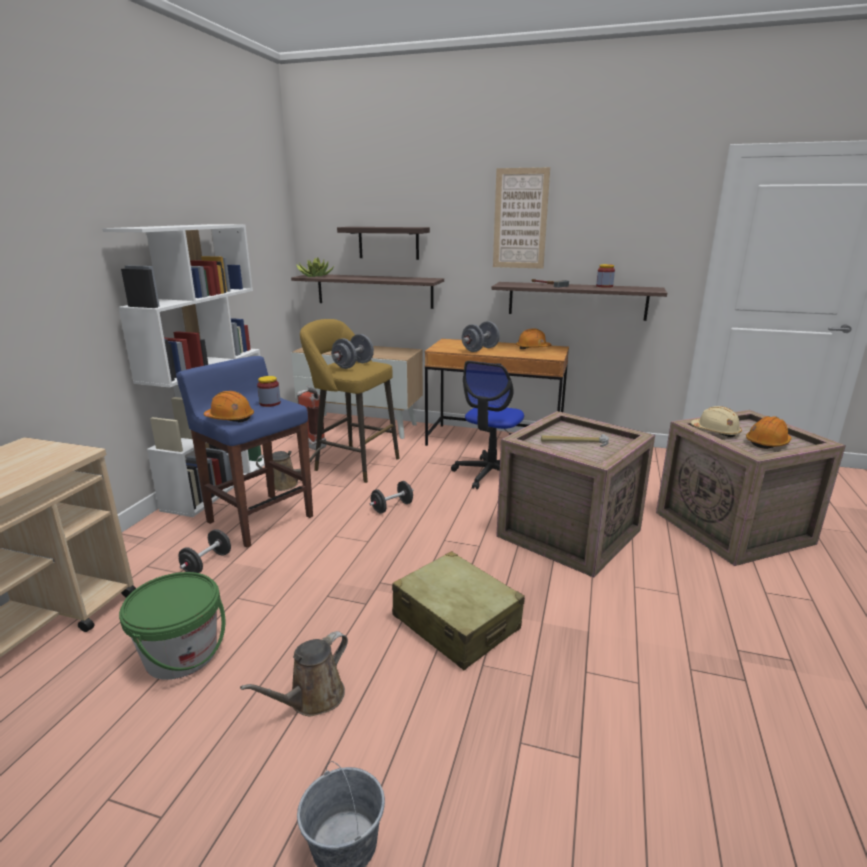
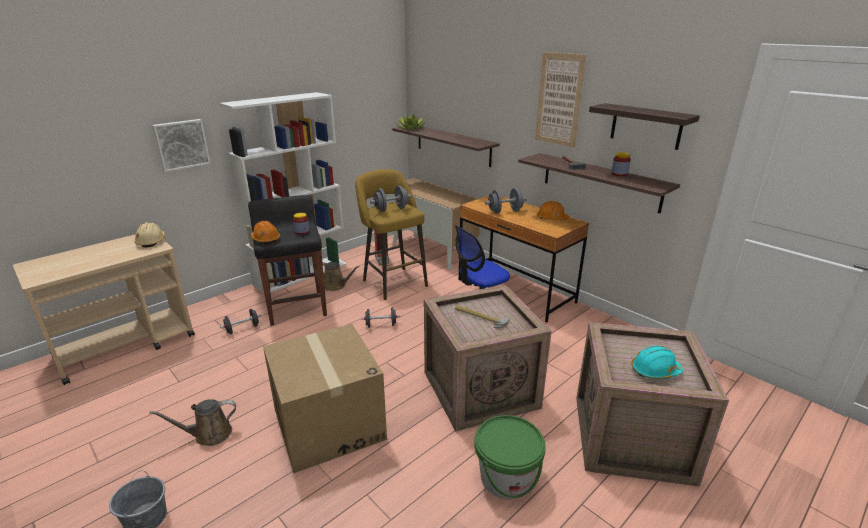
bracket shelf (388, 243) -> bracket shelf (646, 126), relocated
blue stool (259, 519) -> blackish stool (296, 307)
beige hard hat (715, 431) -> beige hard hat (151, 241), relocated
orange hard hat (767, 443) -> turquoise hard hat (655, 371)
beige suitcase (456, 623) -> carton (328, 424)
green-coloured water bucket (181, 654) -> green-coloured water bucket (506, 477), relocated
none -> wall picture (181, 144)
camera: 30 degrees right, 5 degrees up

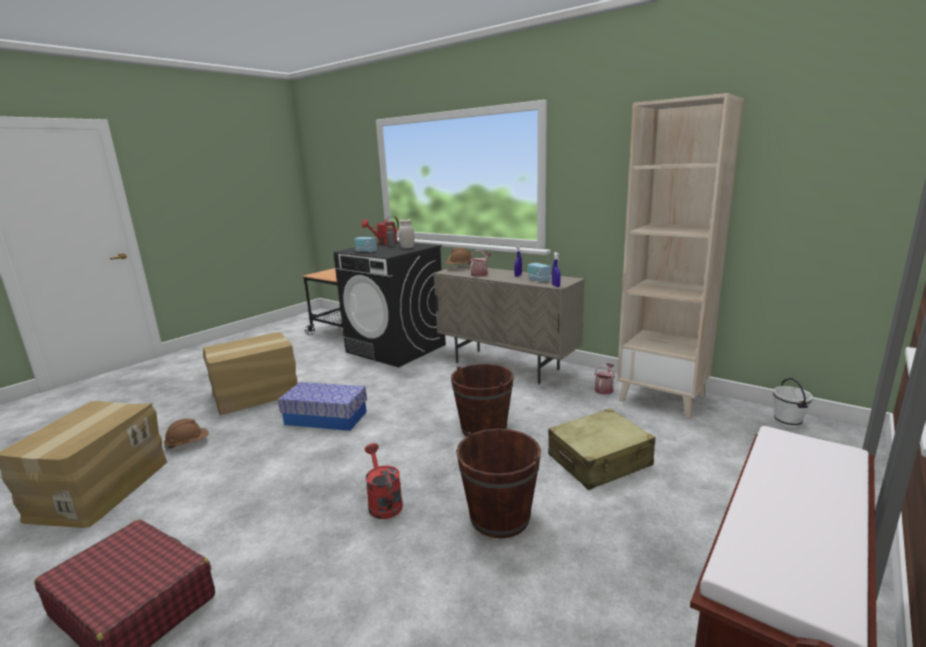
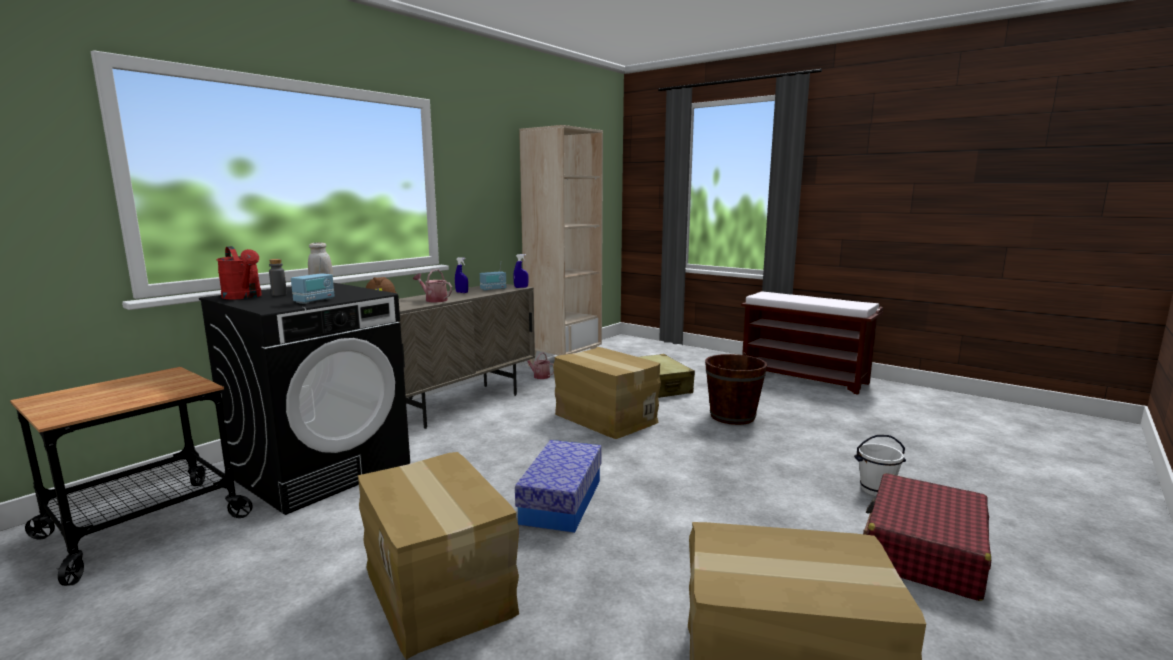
brown-coloured water bucket (483, 429) -> carton (605, 418)
white-coloured water bucket (788, 423) -> white-coloured water bucket (875, 490), relocated
brown-coloured hard hat (188, 444) -> none
reddish watering pot (383, 502) -> none
camera: 90 degrees left, 5 degrees down

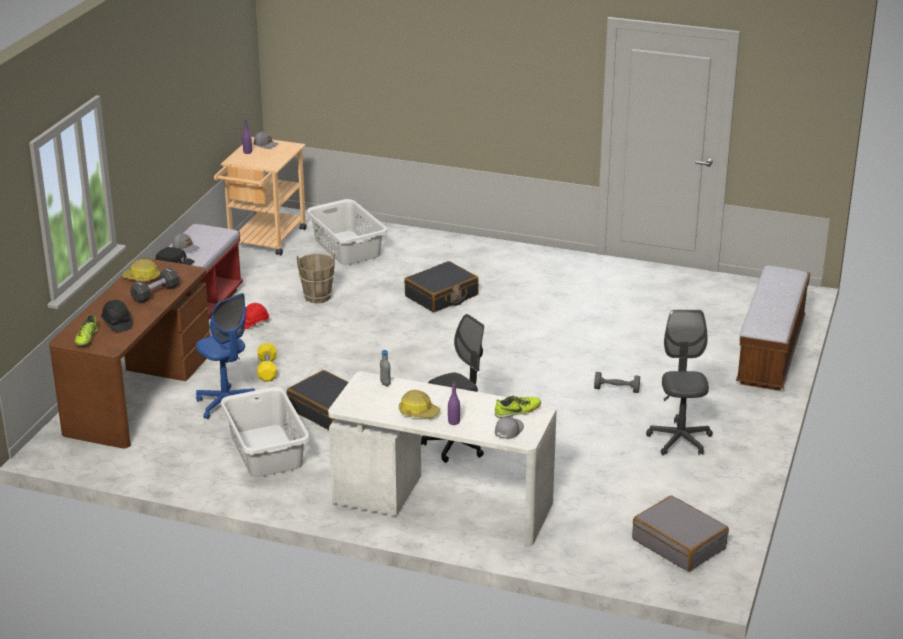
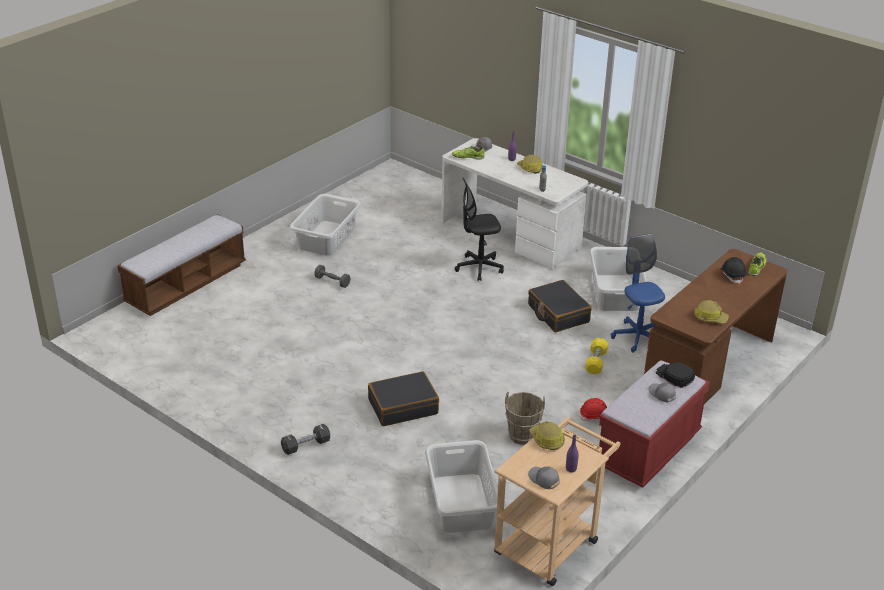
blackish dumbbell (155, 293) -> blackish dumbbell (306, 446), relocated
grey office chair (679, 440) -> grey laundry basket (326, 238)
grey suitcase (679, 544) -> none
none -> hard hat (546, 440)
camera: 160 degrees left, 5 degrees up

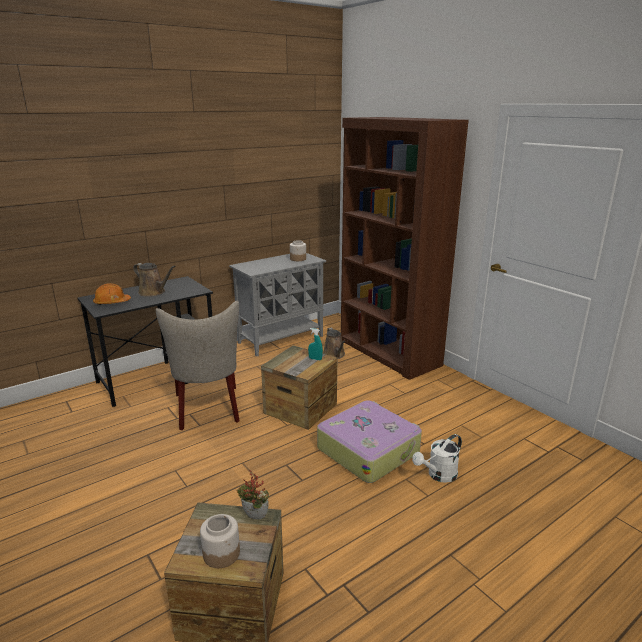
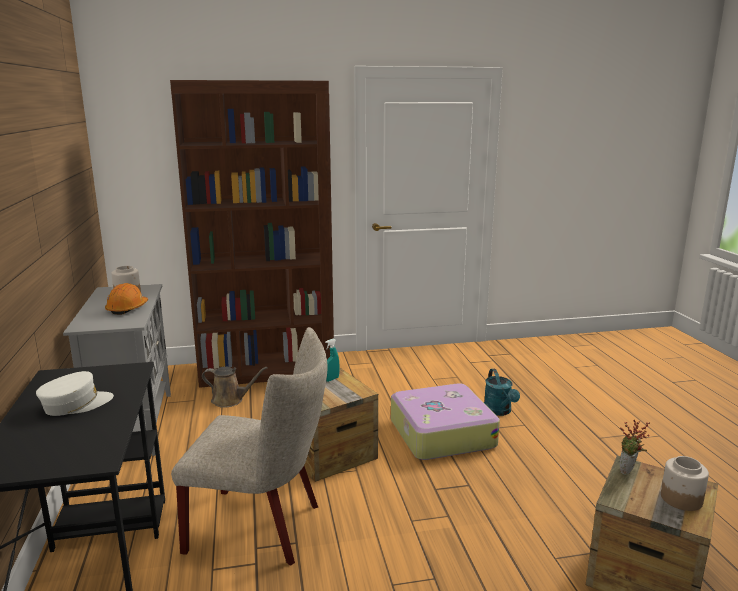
brown-coloured watering pot (154, 292) -> white-coloured baseball cap (76, 404)
orange hard hat (112, 302) -> orange hard hat (127, 308), relocated
white-coloured watering pot (438, 475) -> turquoise watering pot (499, 411)
camera: 65 degrees left, 5 degrees down

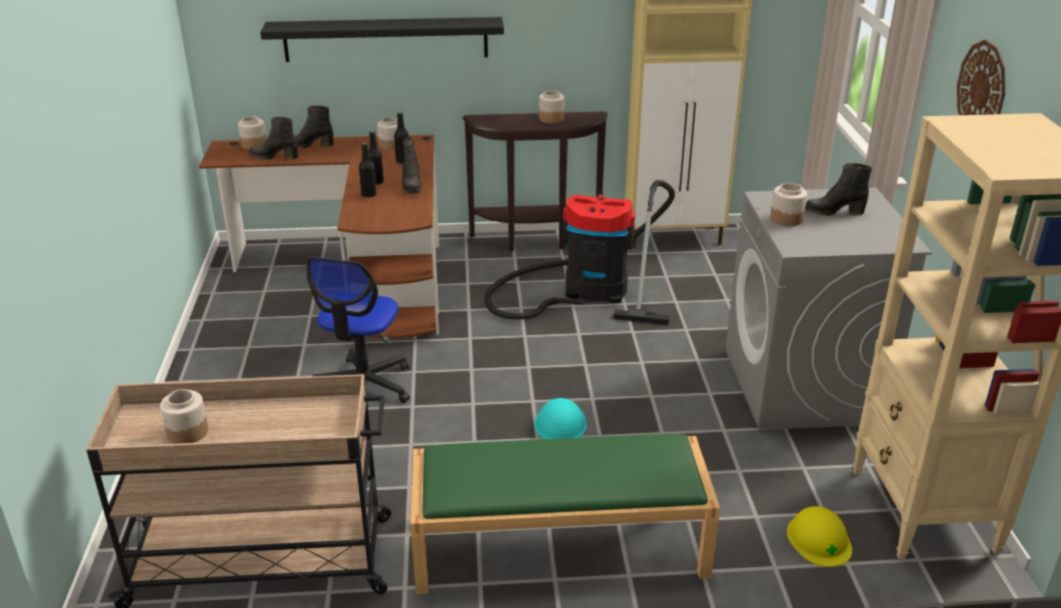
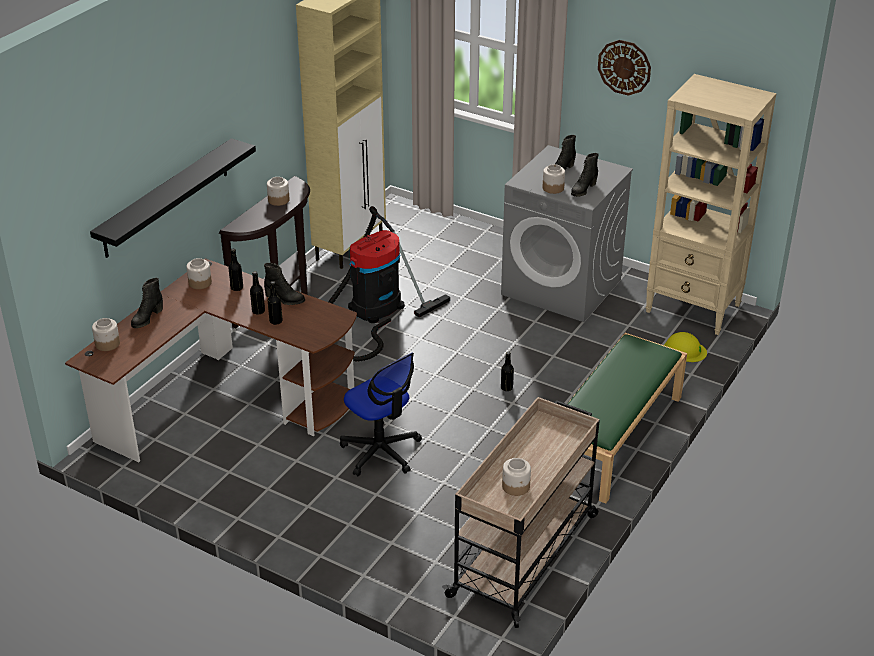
blackish boot (274, 157) -> blackish boot (583, 190), relocated
turquoise hard hat (560, 423) -> blackish bottle (506, 388)
camera: 55 degrees left, 5 degrees up

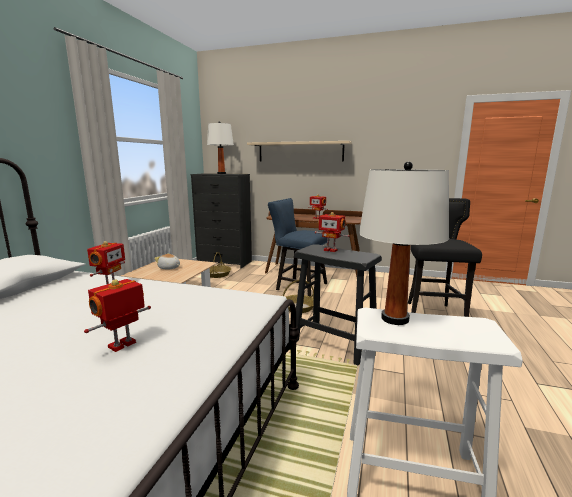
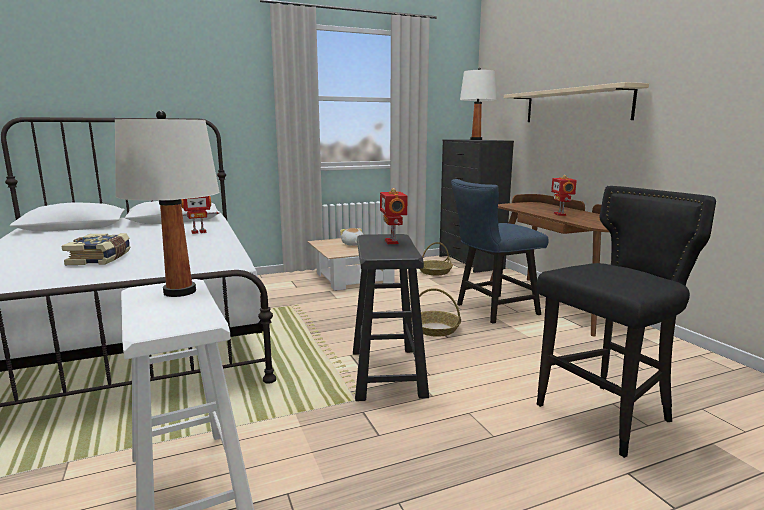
blue plain chair (298, 286) -> blue plain chair (492, 310), 105 degrees counterclockwise
robot figure (123, 345) -> book (101, 259)
camera: 50 degrees right, 0 degrees up

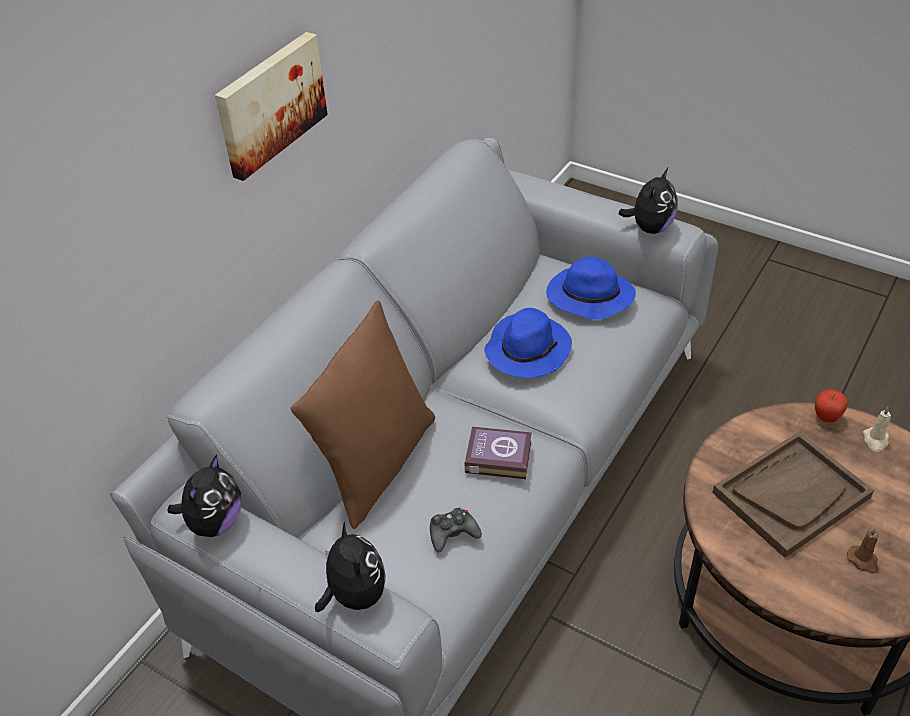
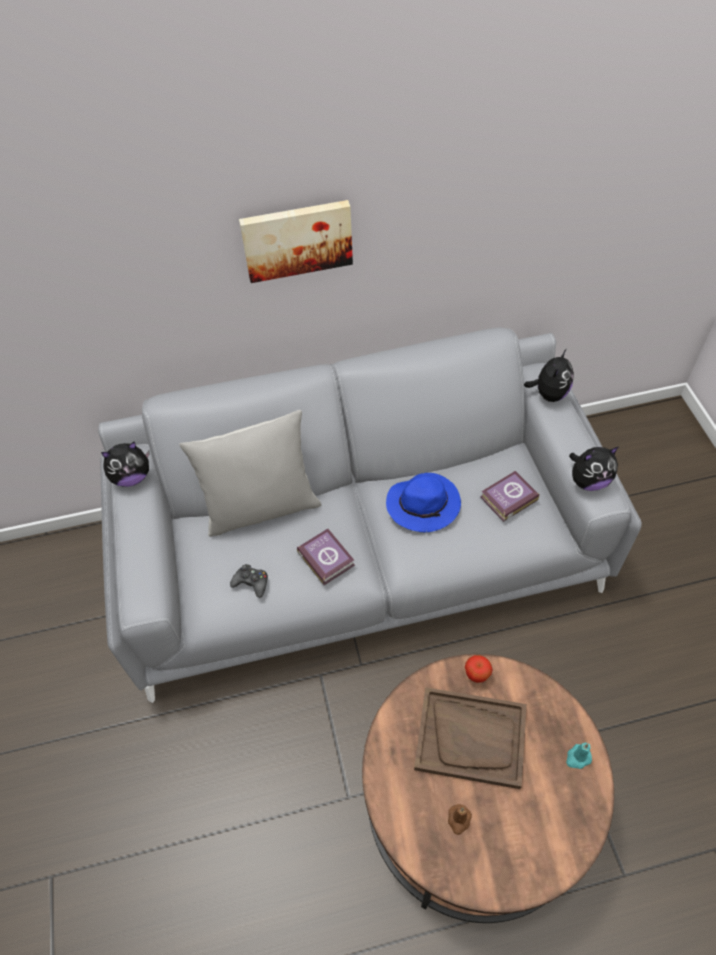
blue clothing hat (588, 297) -> book (507, 499)
brown-coloured throw pillow (376, 464) -> grey throw pillow (261, 508)
whole apple (826, 418) -> whole apple (476, 675), relocated
beige wax candle (875, 440) -> turquoise wax candle (577, 758)
soft toy (354, 595) -> soft toy (549, 394), relocated
camera: 45 degrees right, 10 degrees up

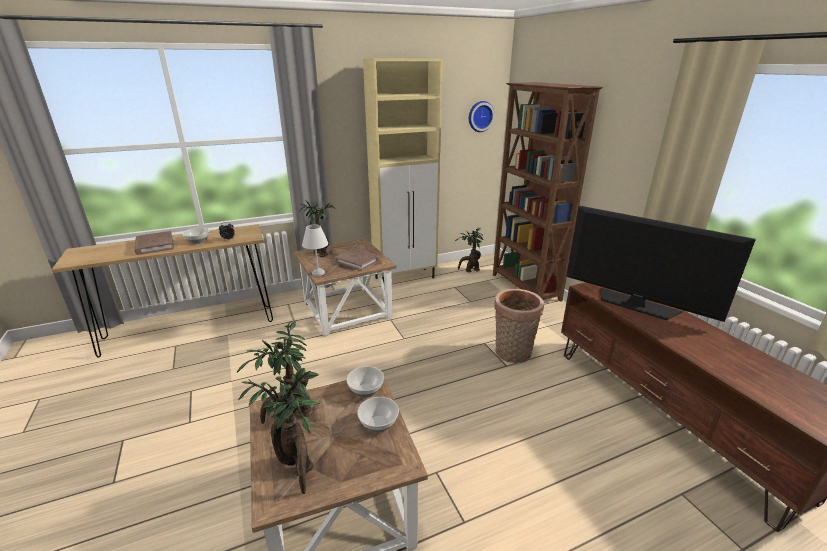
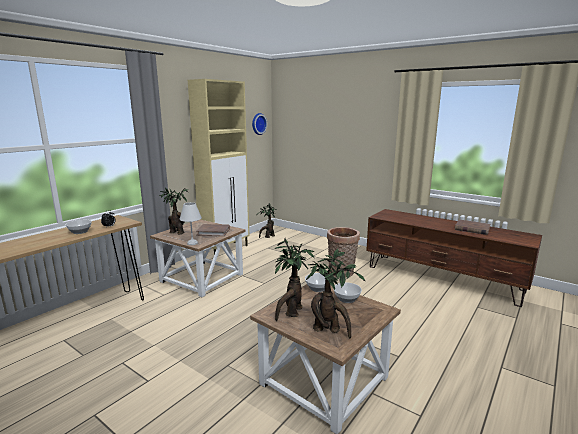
brown-coloured bookshelf (525, 288) -> none
television (636, 305) -> none
brown-coloured book (154, 245) -> brown-coloured book (472, 229), relocated
camera: 30 degrees left, 10 degrees down

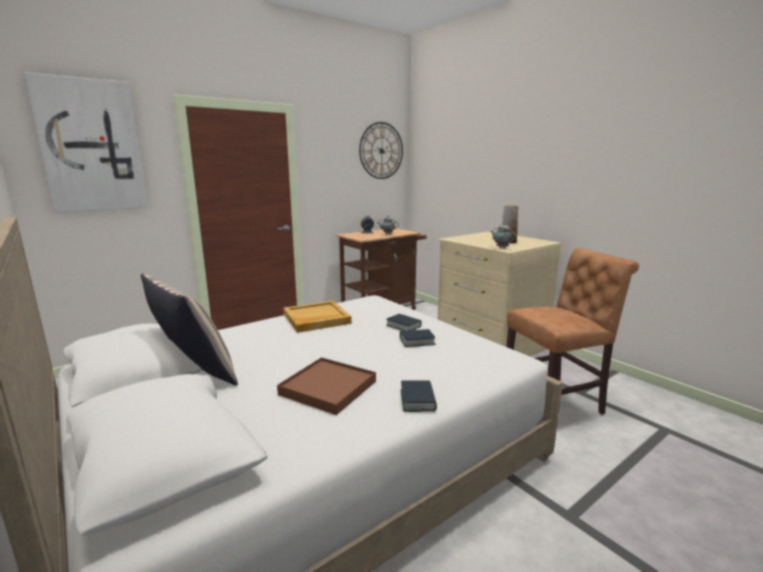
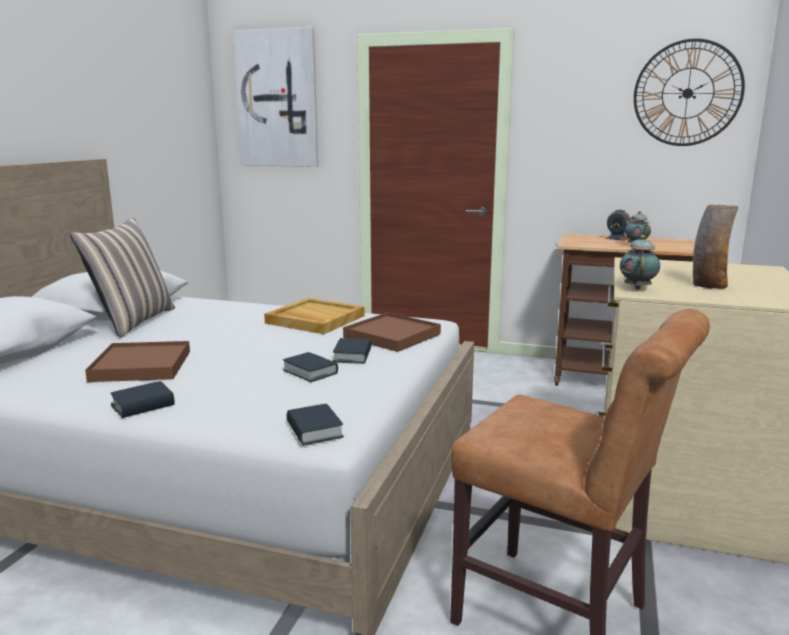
none -> brown-coloured tray (392, 336)
none -> book (314, 430)
camera: 55 degrees right, 0 degrees up

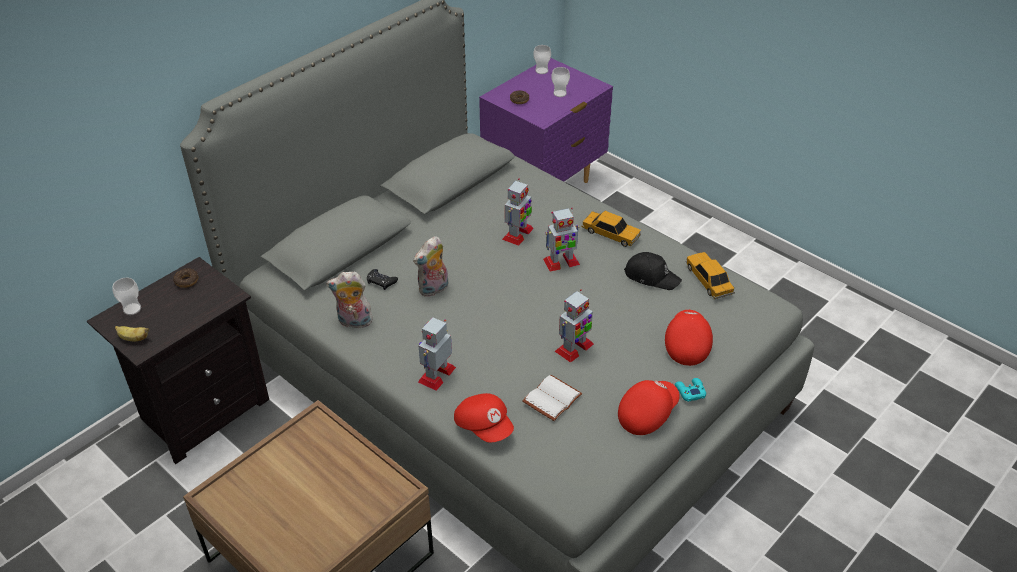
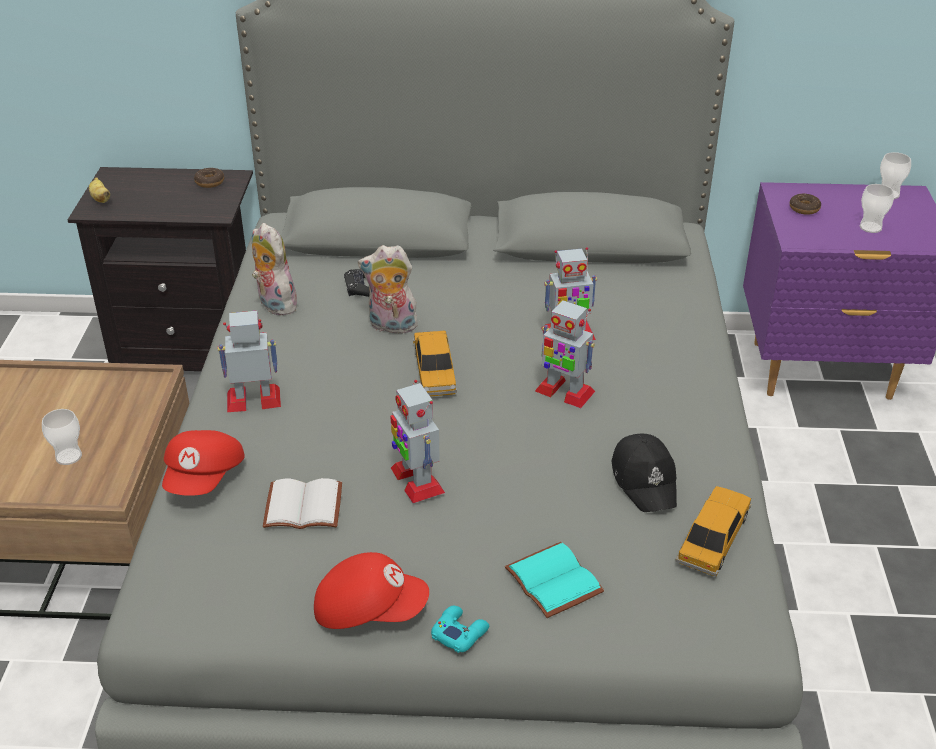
model car (611, 234) -> model car (434, 371), relocated
drinking cup (132, 309) -> drinking cup (68, 456), relocated
robot figure (574, 348) -> robot figure (416, 480), 60 degrees clockwise
reddish baseball cap (686, 344) -> turquoise book (550, 581)
camera: 50 degrees right, 5 degrees down

